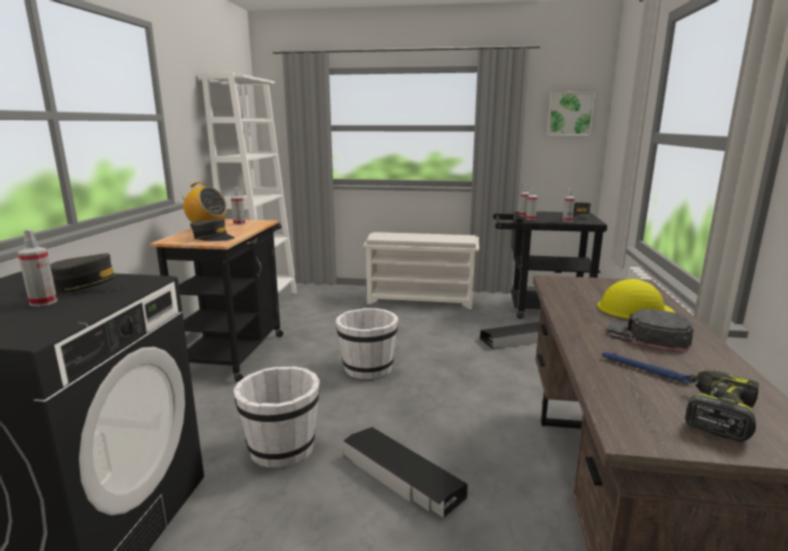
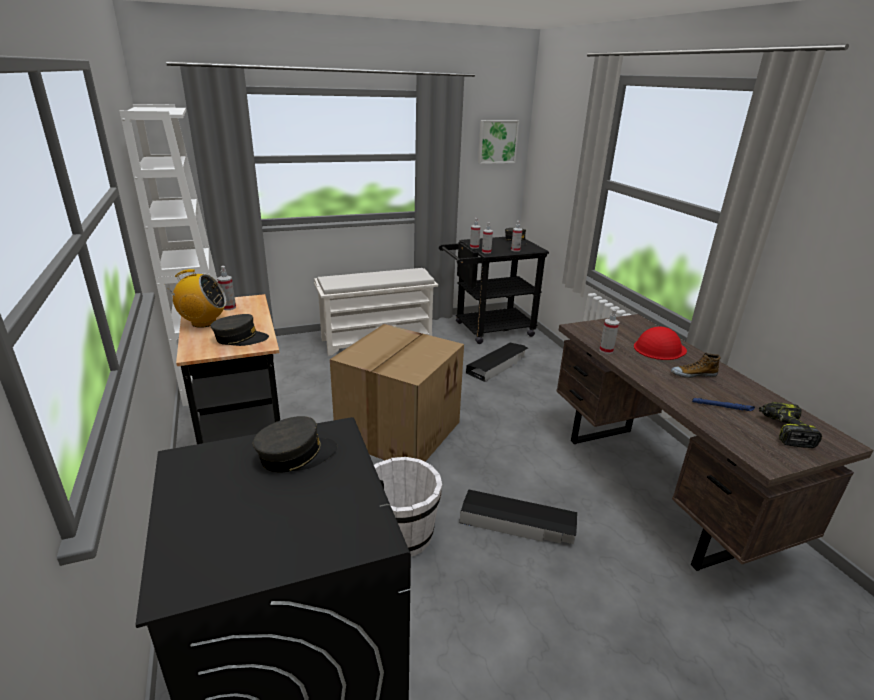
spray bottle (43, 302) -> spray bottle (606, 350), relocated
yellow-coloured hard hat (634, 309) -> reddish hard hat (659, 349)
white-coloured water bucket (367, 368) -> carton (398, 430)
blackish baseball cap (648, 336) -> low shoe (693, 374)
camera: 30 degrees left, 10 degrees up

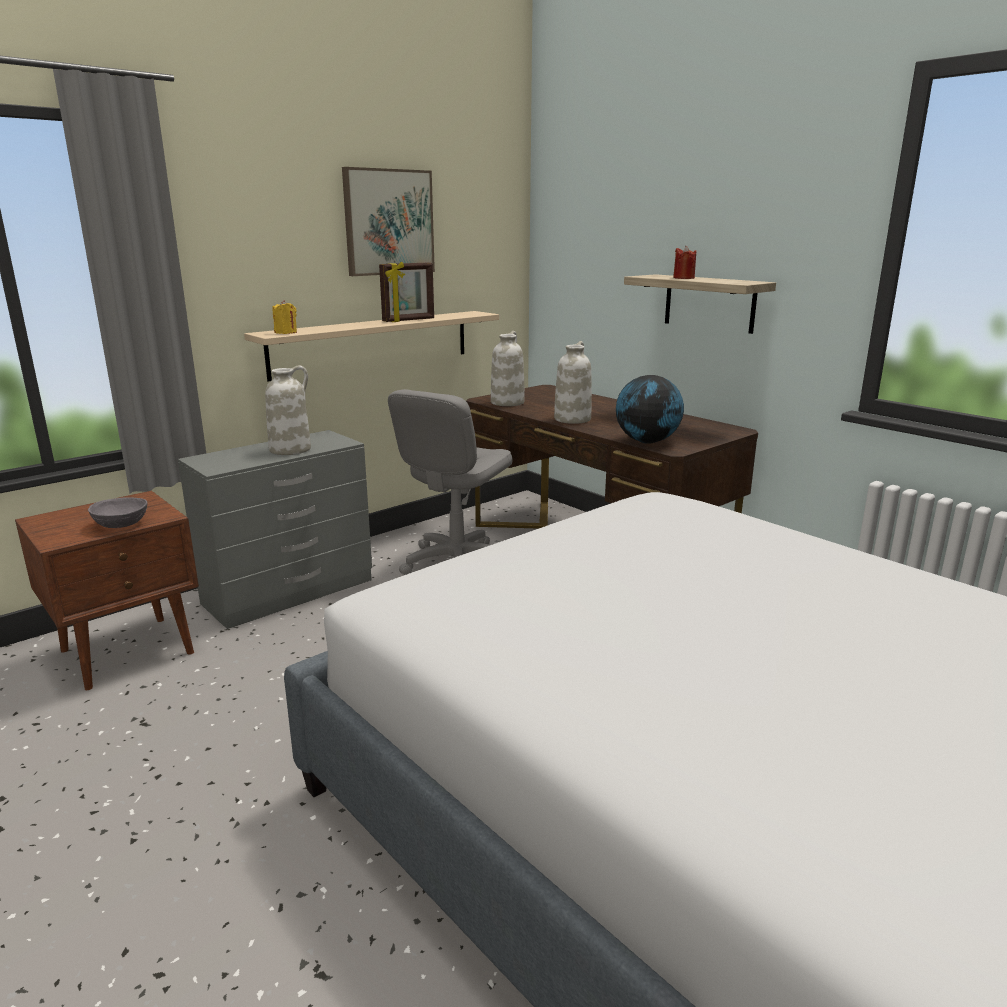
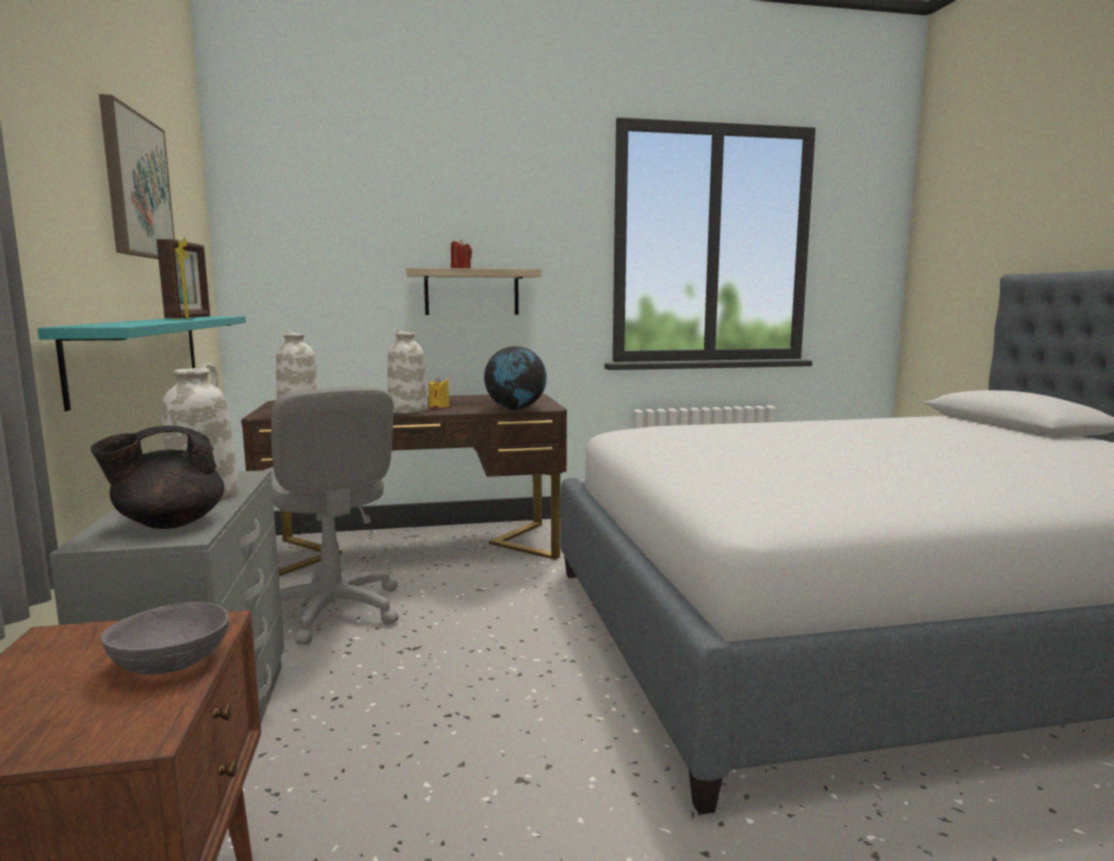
yellow-coloured wax candle (286, 333) -> yellow-coloured wax candle (439, 406), relocated
beige bracket shelf (373, 343) -> turquoise bracket shelf (140, 353)
none -> blackish teapot (169, 523)
camera: 60 degrees left, 10 degrees down

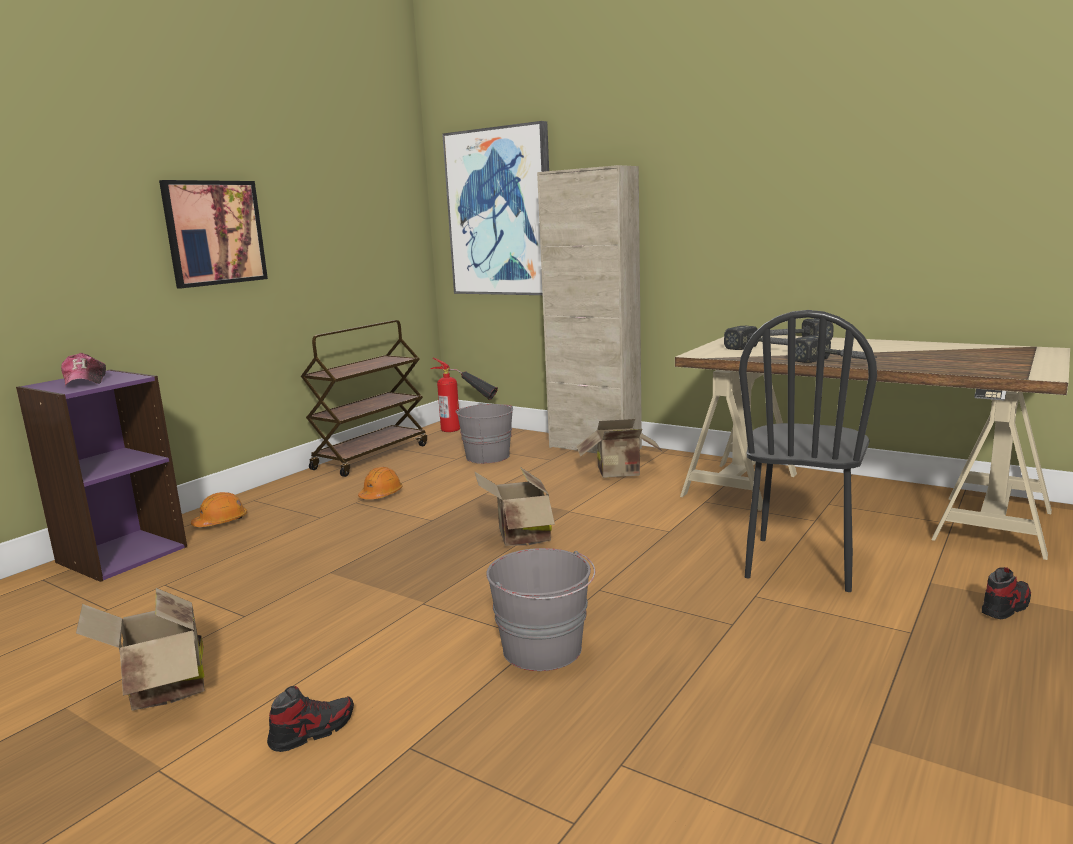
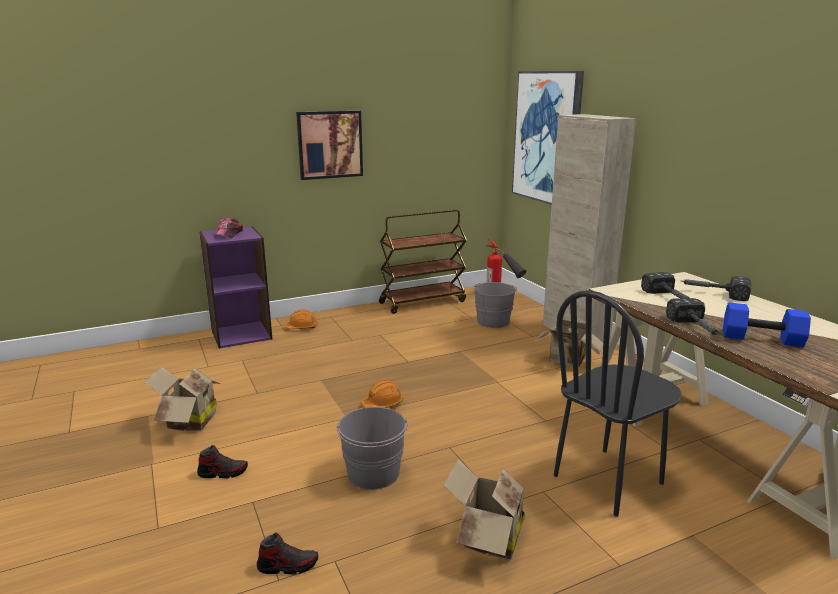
orange hard hat (381, 495) -> orange hard hat (383, 404), relocated
carton (519, 537) -> carton (487, 539), relocated
low shoe (1005, 607) -> low shoe (288, 565), relocated
none -> blue dumbbell (761, 339)
camera: 30 degrees right, 5 degrees up

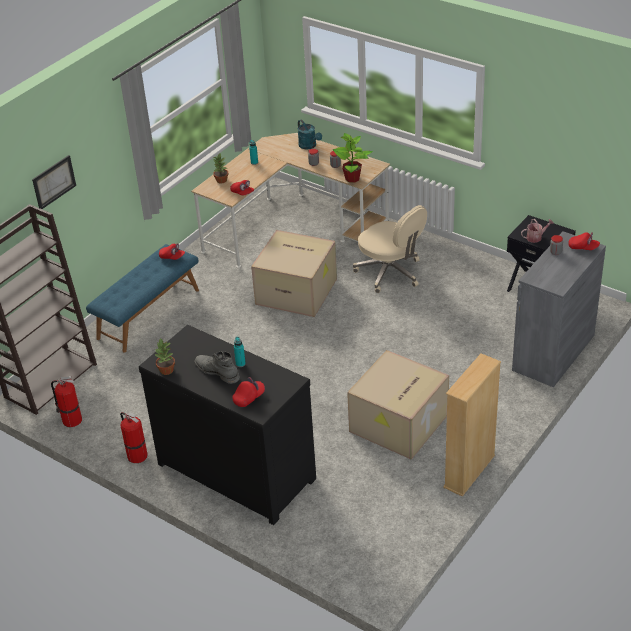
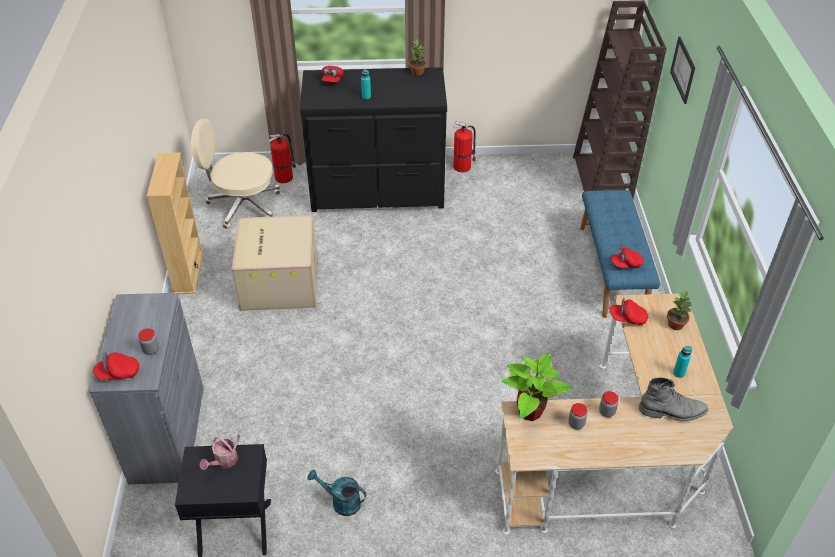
turquoise watering pot (309, 146) -> turquoise watering pot (341, 502), relocated
beige office chair (390, 273) -> beige office chair (242, 205), relocated
carton (297, 291) -> none
grey boot (217, 371) -> grey boot (672, 411), relocated
fire-fighting cylinder (71, 420) -> fire-fighting cylinder (284, 177), relocated
camera: 140 degrees right, 5 degrees up

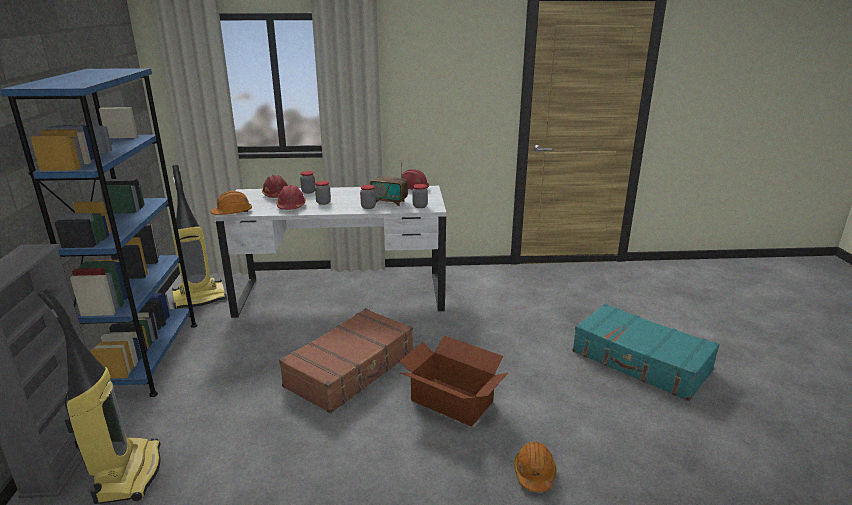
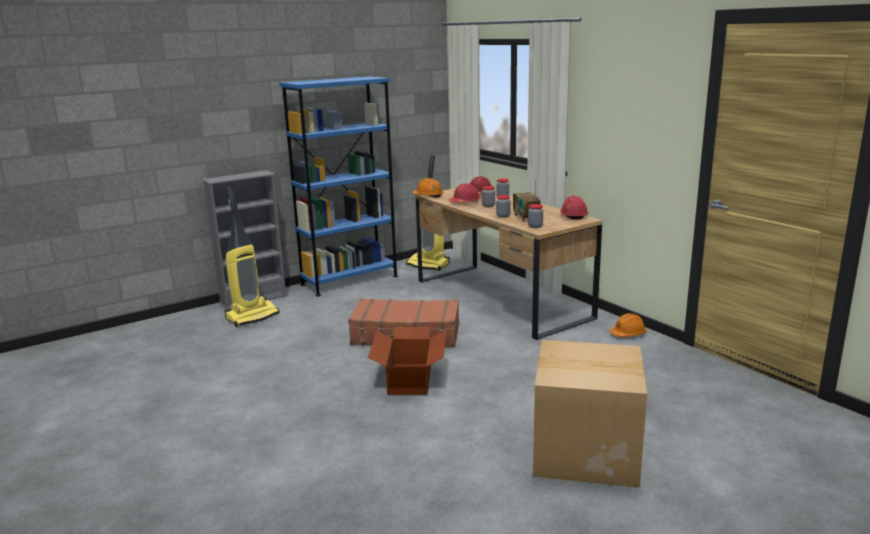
white-coloured desk unit (342, 294) -> brown-coloured desk unit (500, 298)
turquoise suitcase (640, 362) -> carton (585, 452)
orange hard hat (534, 473) -> orange hard hat (628, 334), relocated
camera: 60 degrees right, 5 degrees down

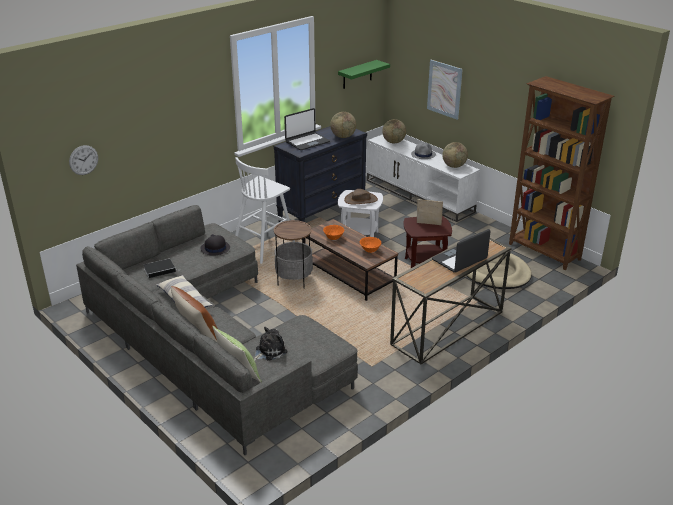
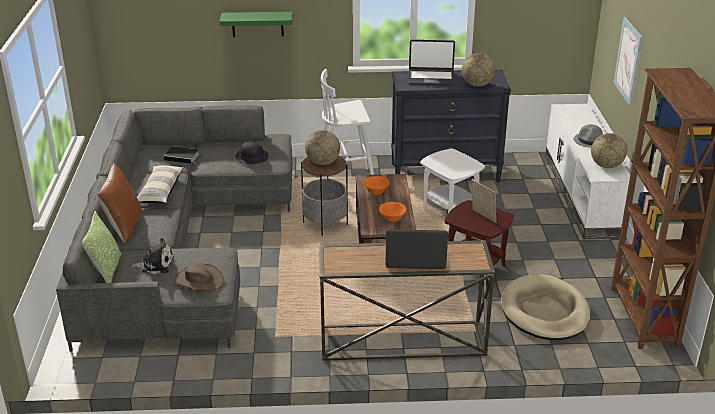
green-coloured bracket shelf (357, 74) -> green-coloured bracket shelf (257, 24), relocated
desk globe (393, 142) -> desk globe (323, 162), relocated
clock on the wall (83, 160) -> none
brown-coloured clothing hat (361, 200) -> brown-coloured clothing hat (199, 280), relocated
camera: 40 degrees right, 0 degrees up

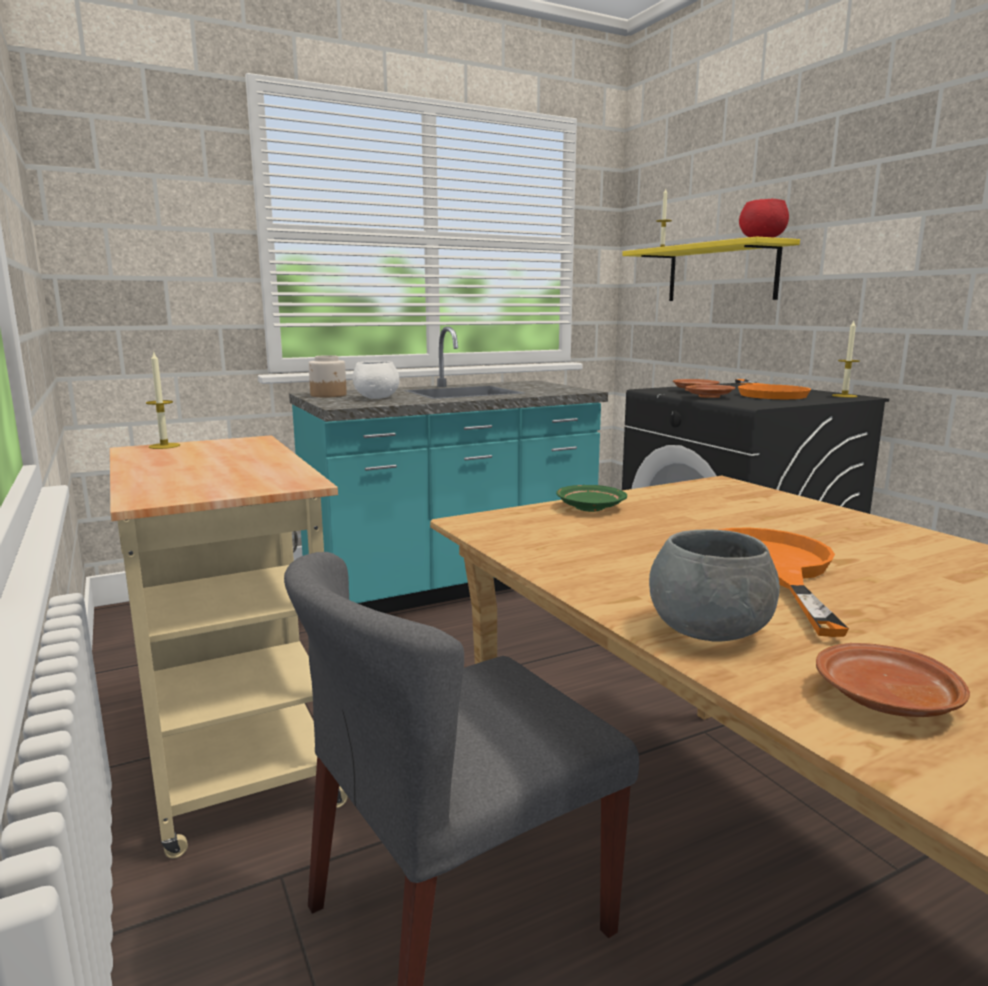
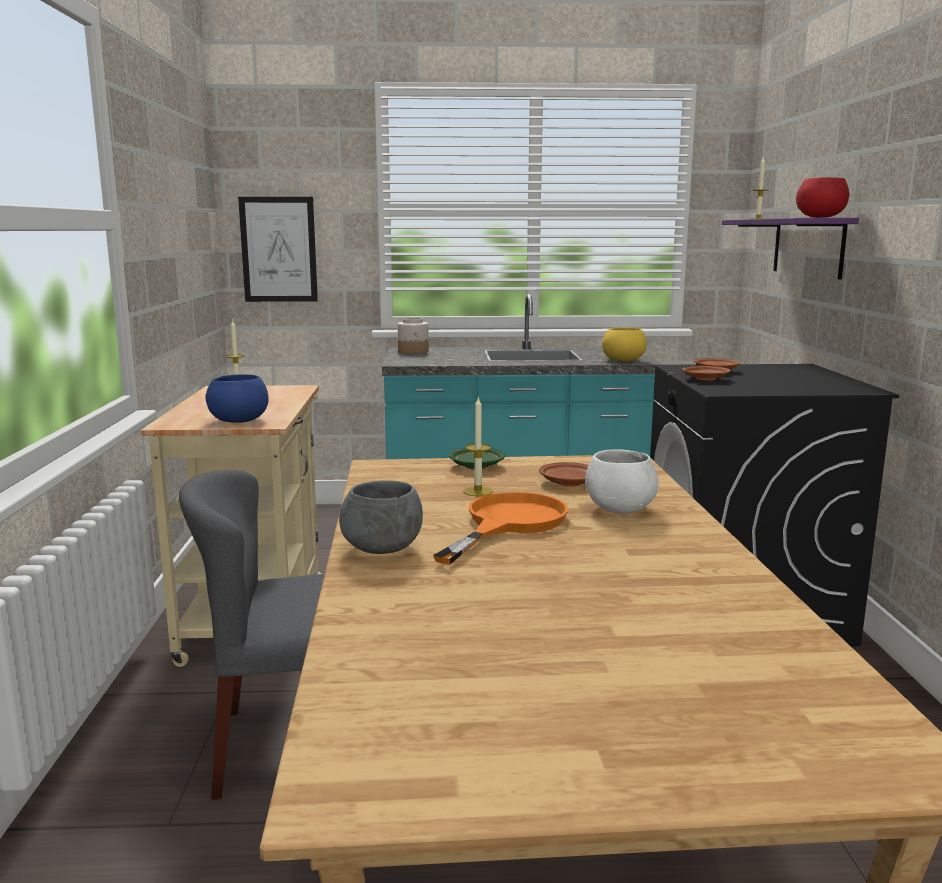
yellow-coloured bracket shelf (721, 273) -> purplish bracket shelf (808, 247)
wax candle (844, 396) -> wax candle (478, 491), relocated
white-coloured deep dish (377, 398) -> white-coloured deep dish (620, 509), relocated
orange pan (768, 394) -> none
brown-coloured plate (885, 700) -> brown-coloured plate (568, 483), relocated
none -> wall picture (278, 249)
none -> yellow-coloured deep dish (623, 360)
none -> blue deep dish (239, 420)
camera: 25 degrees right, 0 degrees up

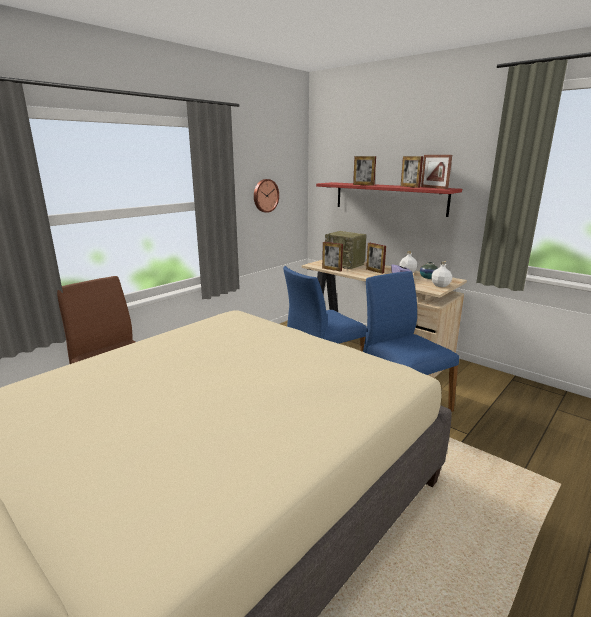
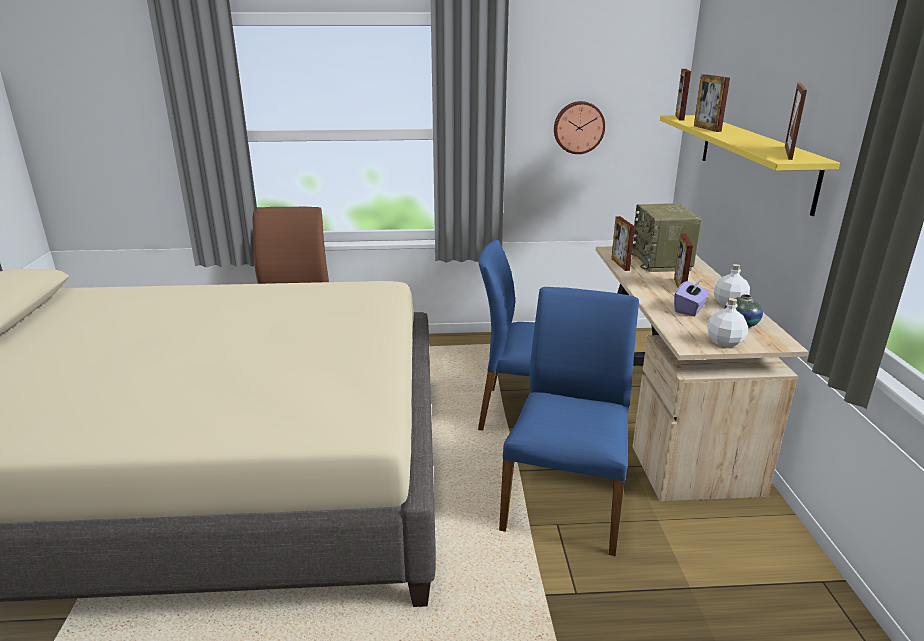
photo frame (410, 186) -> photo frame (679, 118), relocated
reddish bracket shelf (389, 198) -> yellow-coloured bracket shelf (754, 159)
camera: 45 degrees right, 5 degrees up

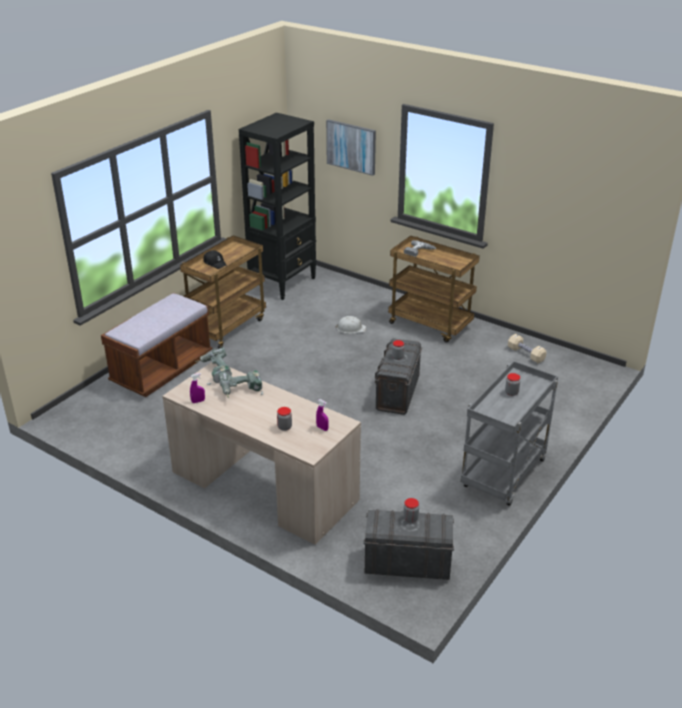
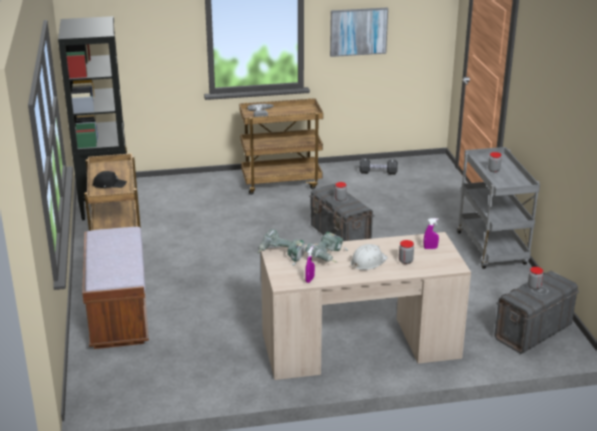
wall picture (351, 146) -> wall picture (358, 31), relocated
white-coloured hard hat (351, 328) -> white-coloured hard hat (368, 261), relocated
beige dumbbell (526, 354) -> blackish dumbbell (378, 172)
camera: 45 degrees left, 5 degrees down

